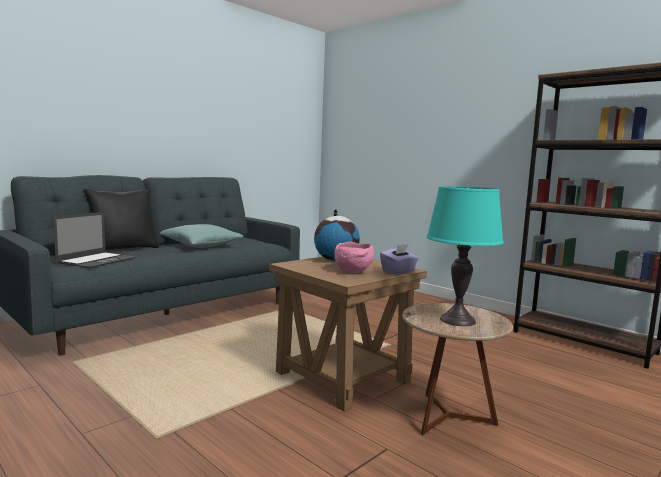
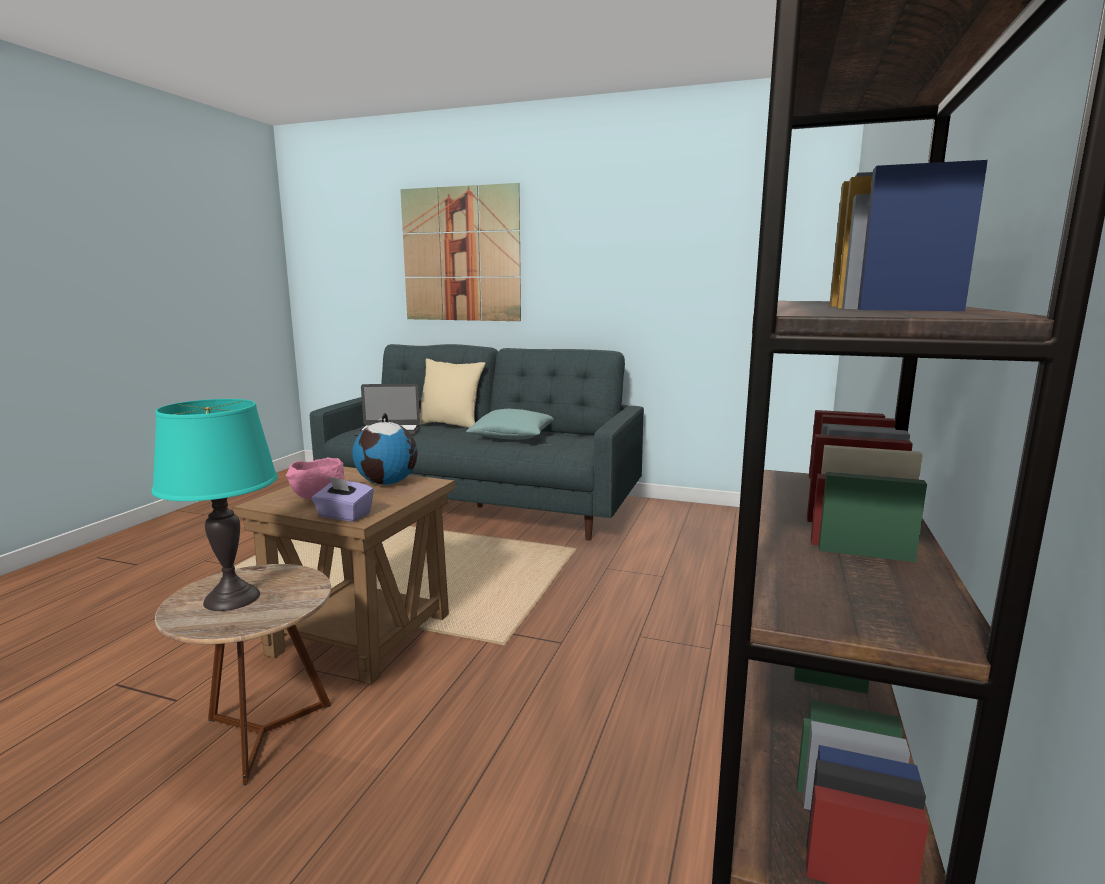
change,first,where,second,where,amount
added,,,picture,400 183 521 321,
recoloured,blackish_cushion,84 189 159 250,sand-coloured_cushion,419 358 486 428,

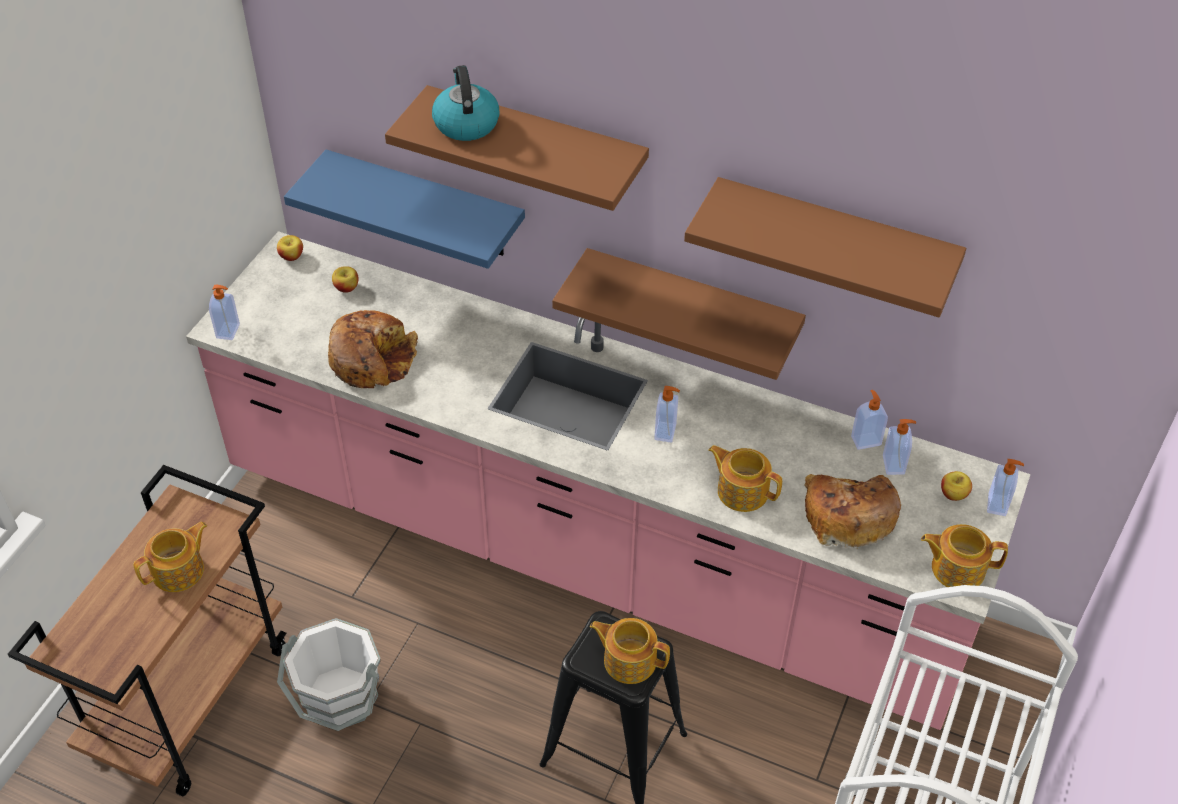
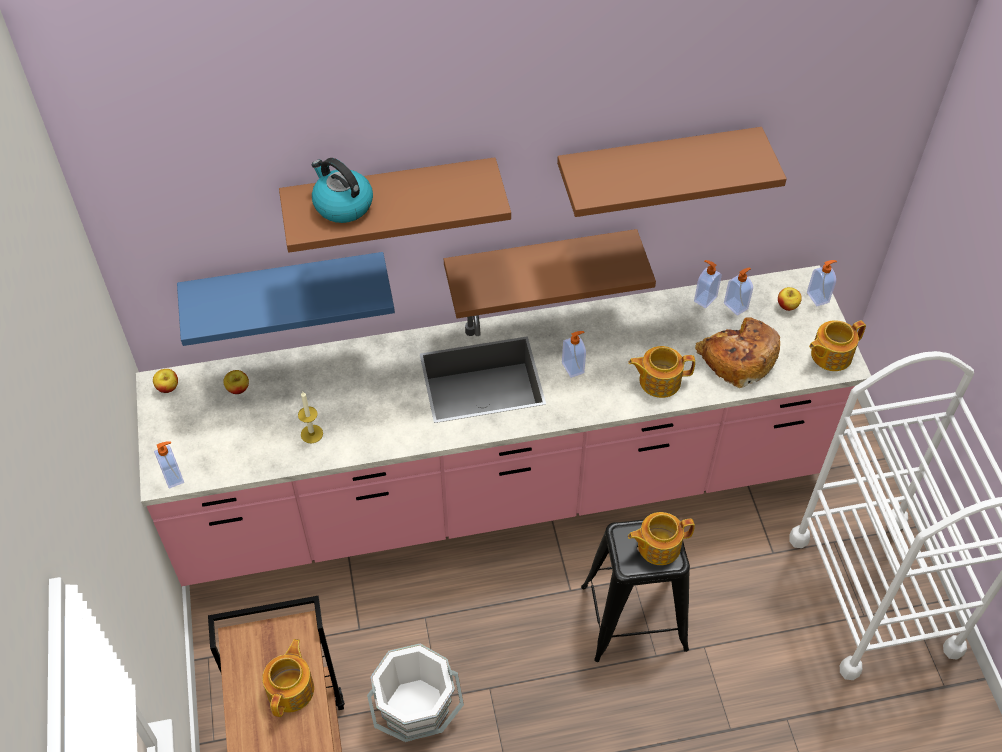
change,first,where,second,where,amount
replaced,baked_bread,328 310 418 388,wax_light,298 392 323 443,

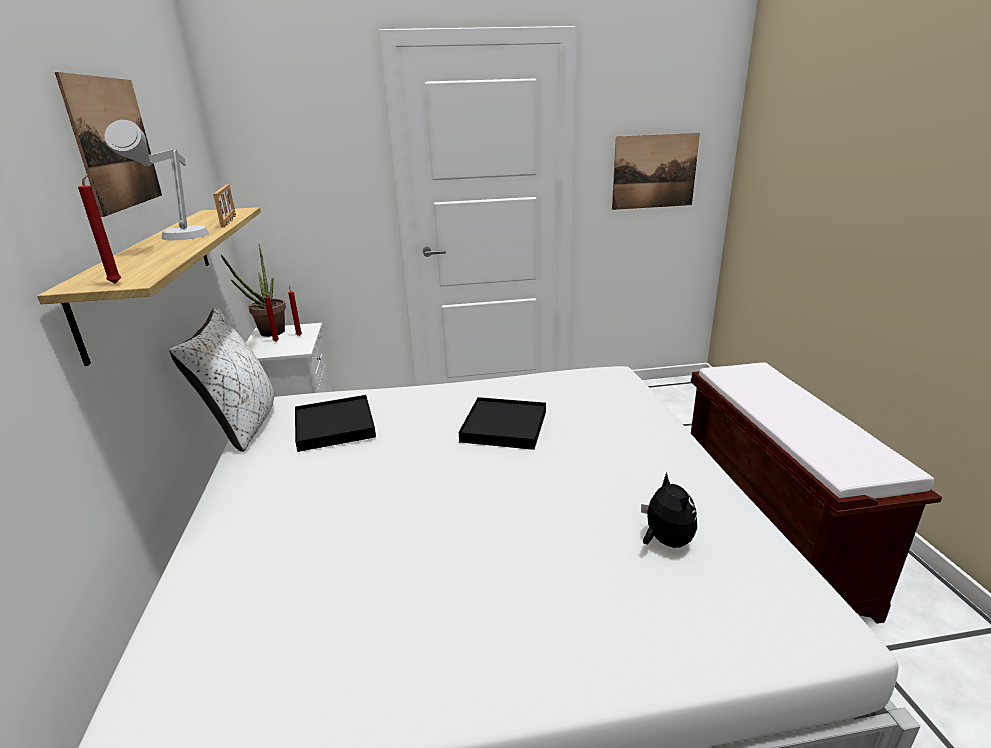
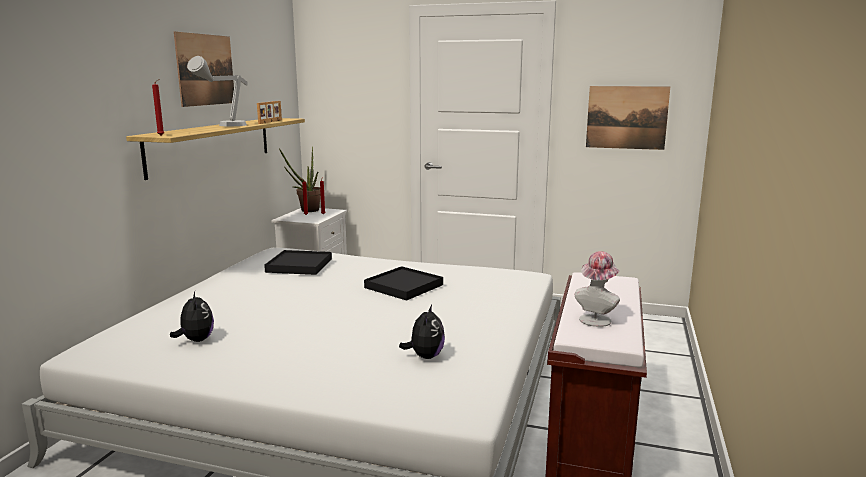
change,first,where,second,where,amount
removed,white-coloured_cushion,170 308 275 452,,,
added,,,plush_toy,170 291 214 342,
added,,,wearable_hat,575 251 620 327,

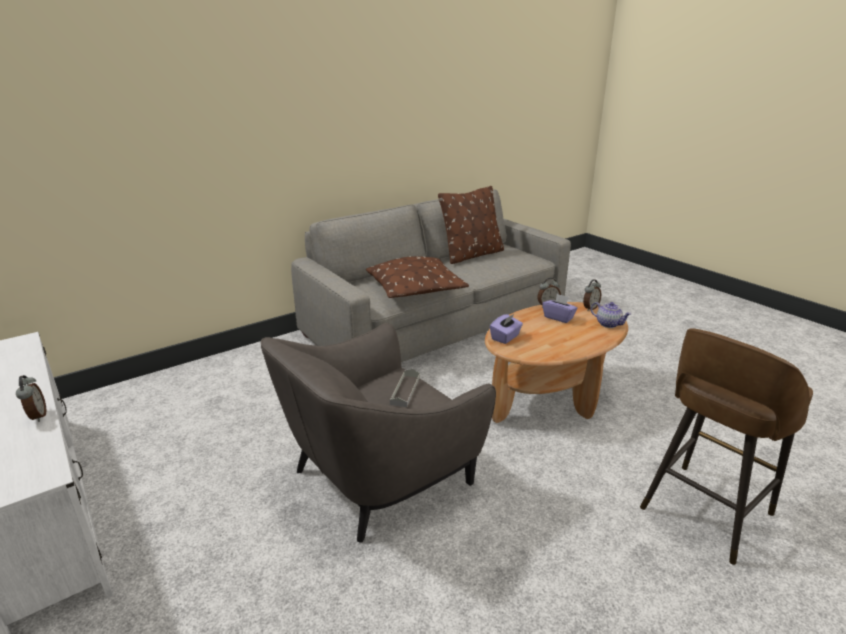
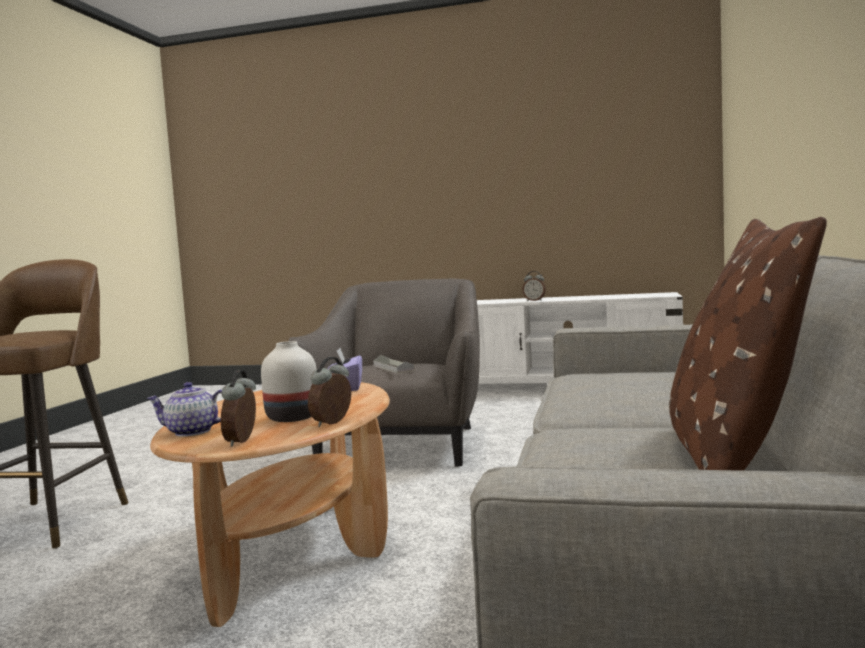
change,first,where,second,where,amount
removed,brown_cushion,366 256 469 298,,,
replaced,purplish_box_of_tissues,543 294 578 323,white-coloured_decorative_vase,261 341 317 422,

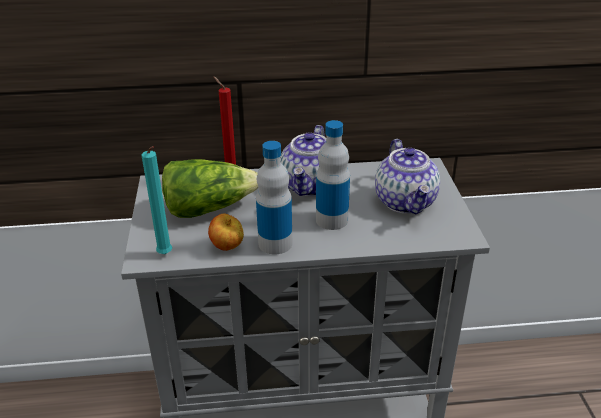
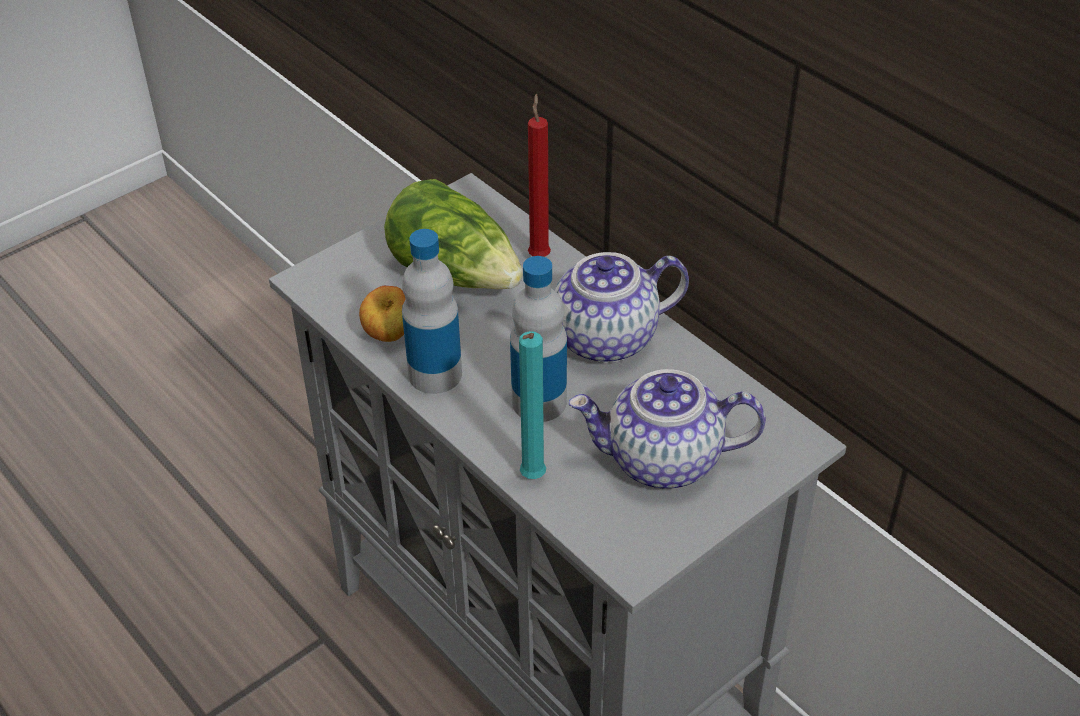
change,first,where,second,where,amount
moved,turquoise_wax_light,141 146 172 254,,519 331 546 479,
turned,teapot,375 139 440 215,,569 369 766 489,45 degrees clockwise

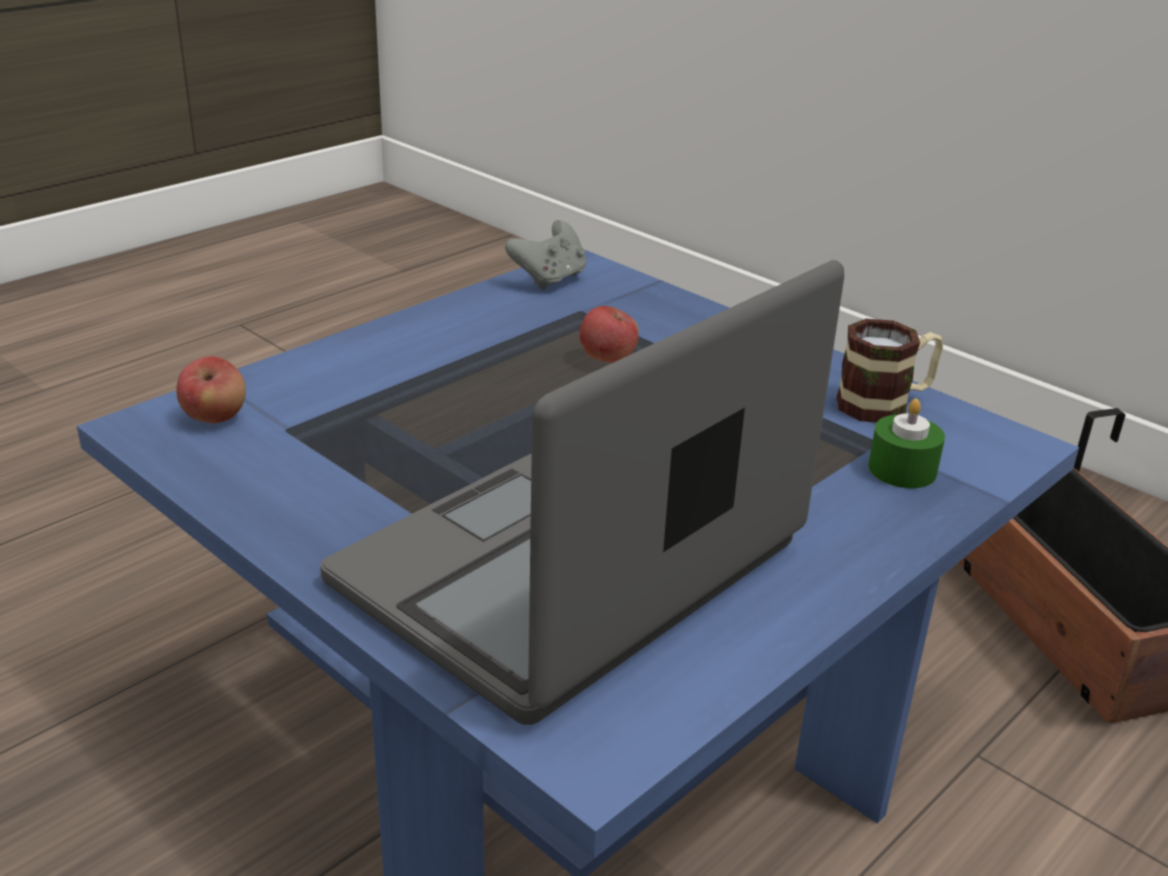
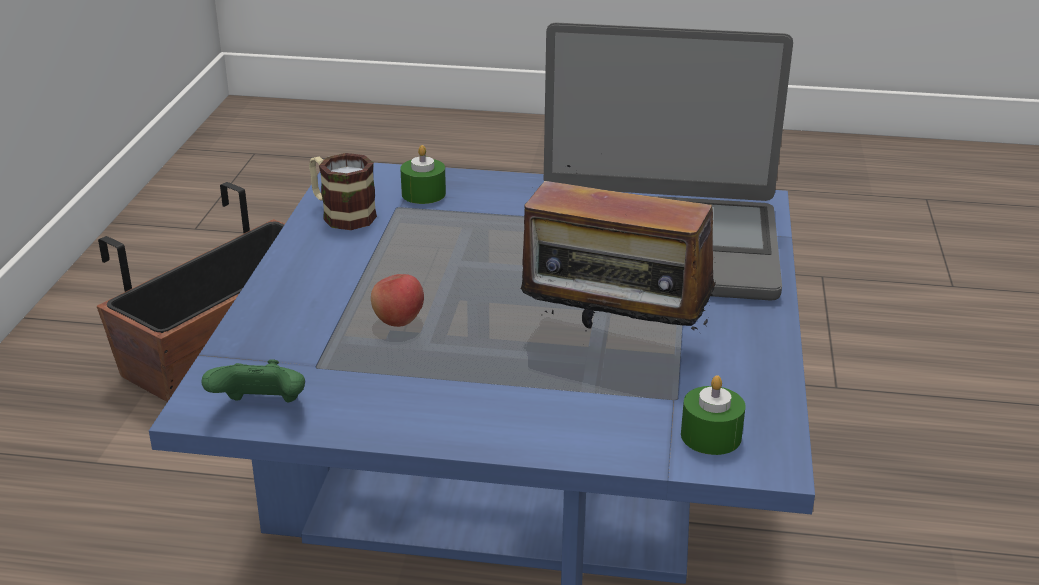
change,first,where,second,where,amount
added,,,radio,521 153 716 333,
replaced,apple_fruit,176 357 246 423,greenish_wax_light,681 375 746 455,
recoloured,grey_gamepad,505 220 586 290,greenish_gamepad,201 359 305 403,

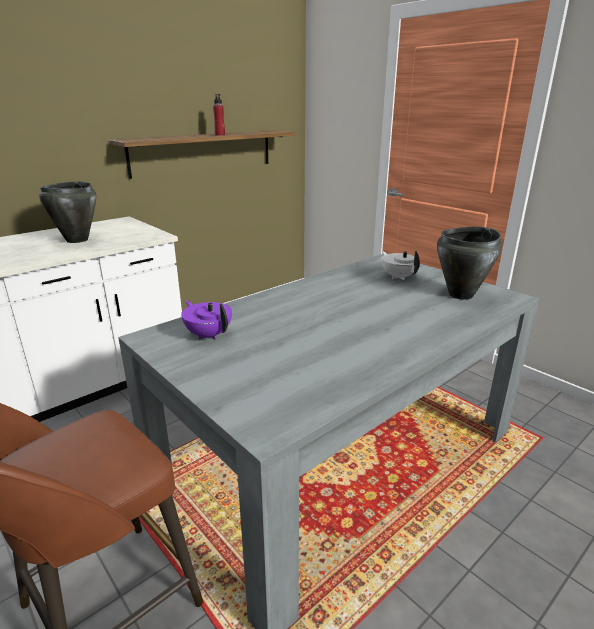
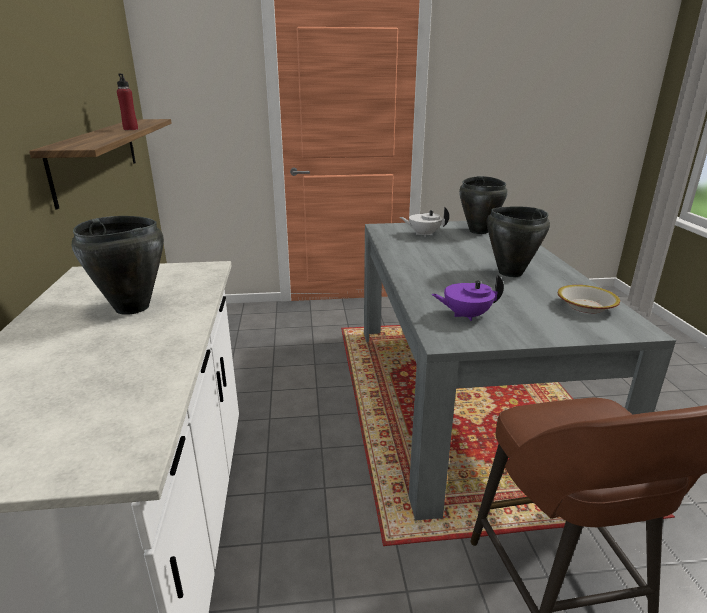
change,first,where,second,where,amount
added,,,blackish_cooking_pot,487 207 550 277,
added,,,deep_dish,558 285 620 313,

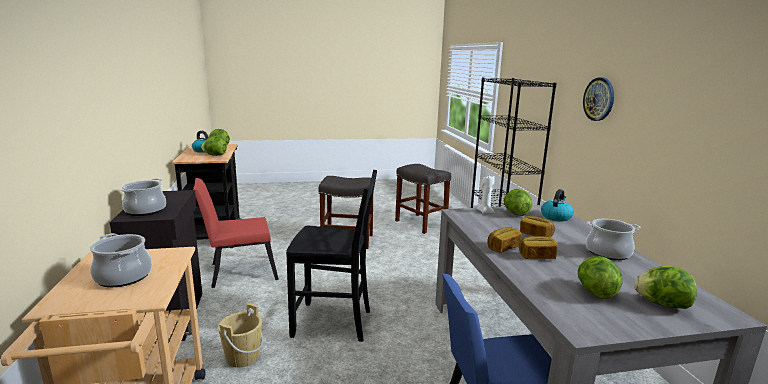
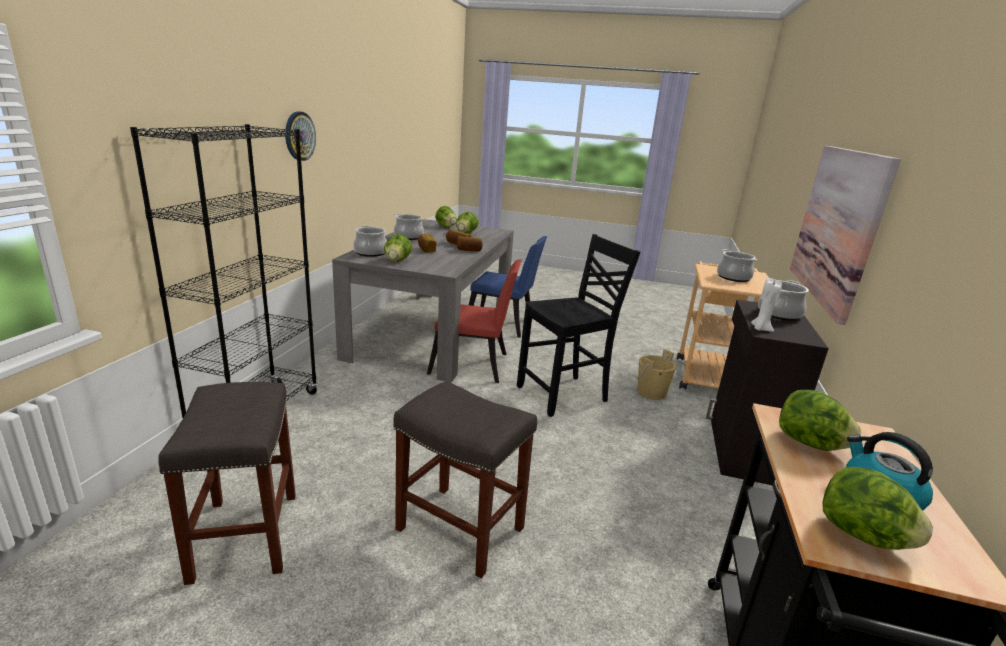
change,first,where,second,where,amount
added,,,picture,790 146 901 325,
moved,red-coloured_chair,193 178 279 288,,427 259 522 383,
moved,white-coloured_wax_light,476 175 495 214,,751 278 782 332,
replaced,water_kettle,541 189 574 221,cooking_pot,353 225 387 257,
turned,blackish_chair,286 170 377 342,,517 234 640 417,120 degrees clockwise

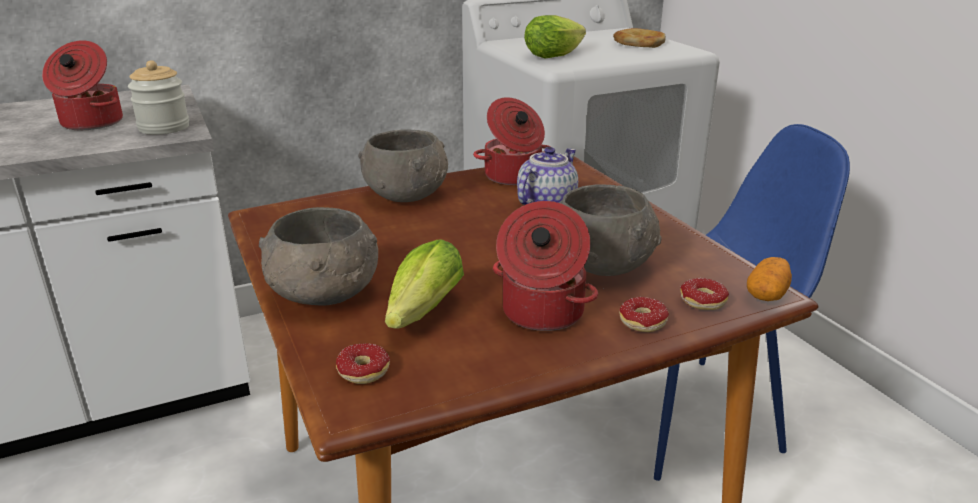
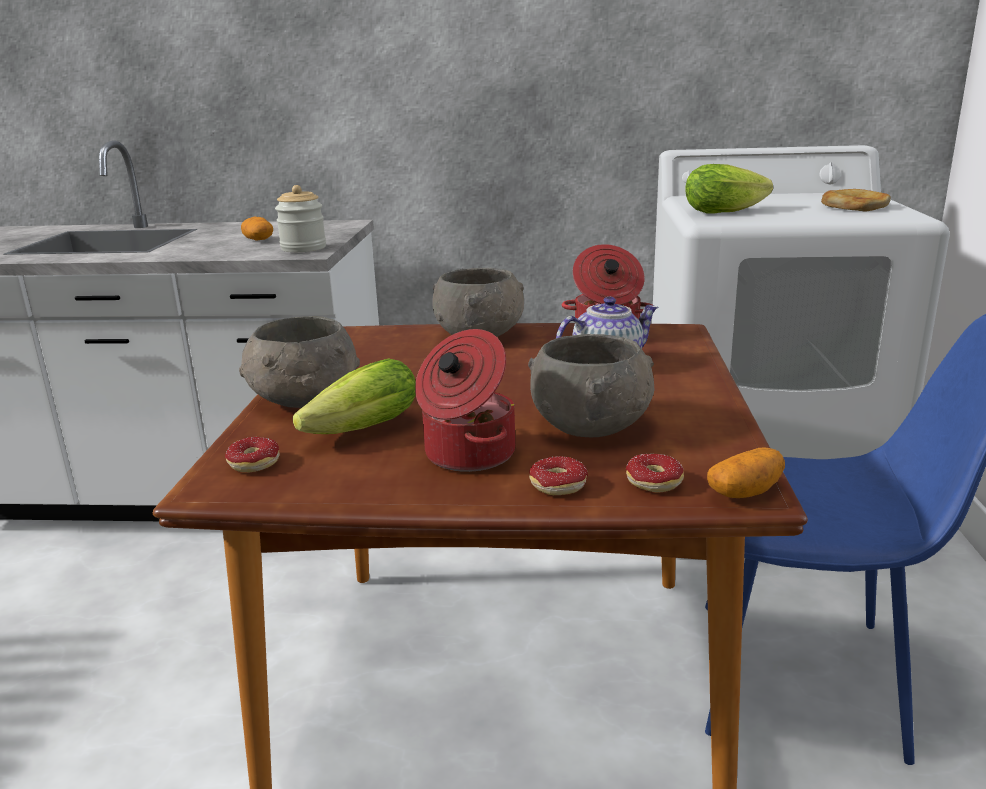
change,first,where,second,where,amount
replaced,cooking_pot,42 40 123 130,spud,241 217 273 241,

